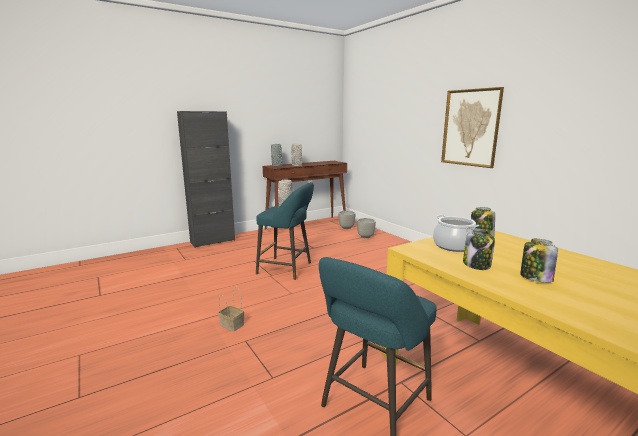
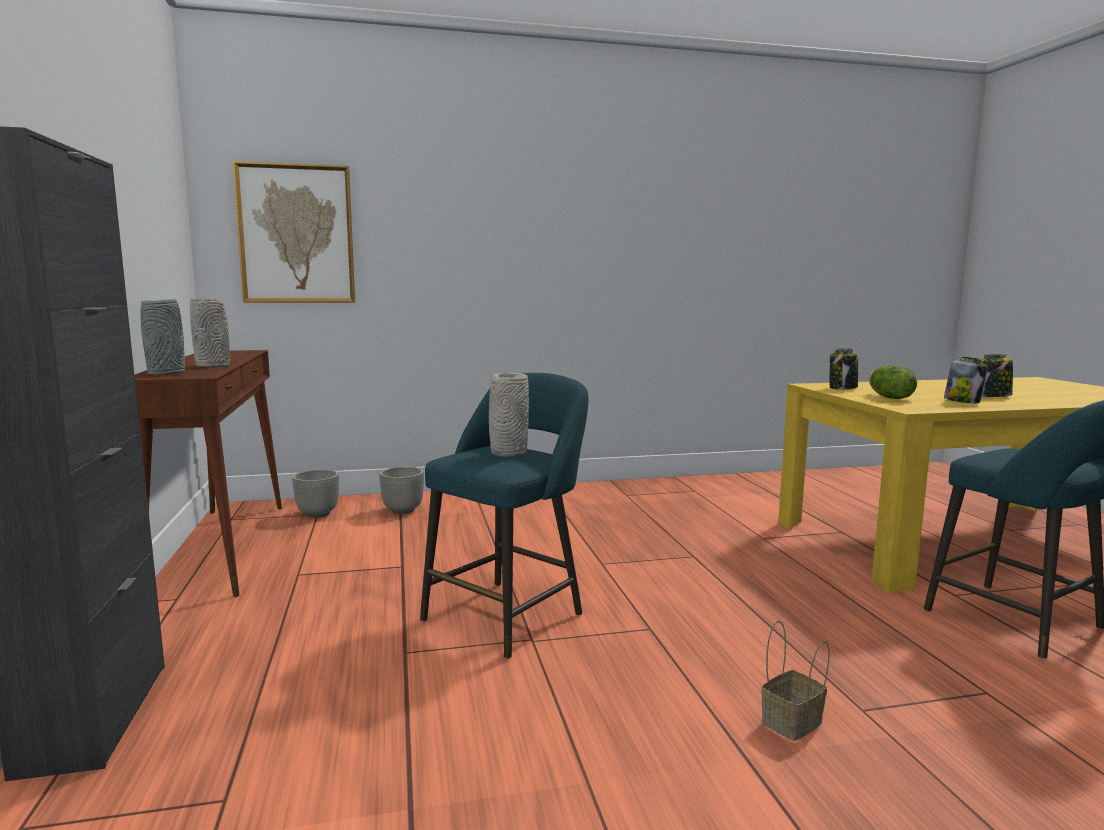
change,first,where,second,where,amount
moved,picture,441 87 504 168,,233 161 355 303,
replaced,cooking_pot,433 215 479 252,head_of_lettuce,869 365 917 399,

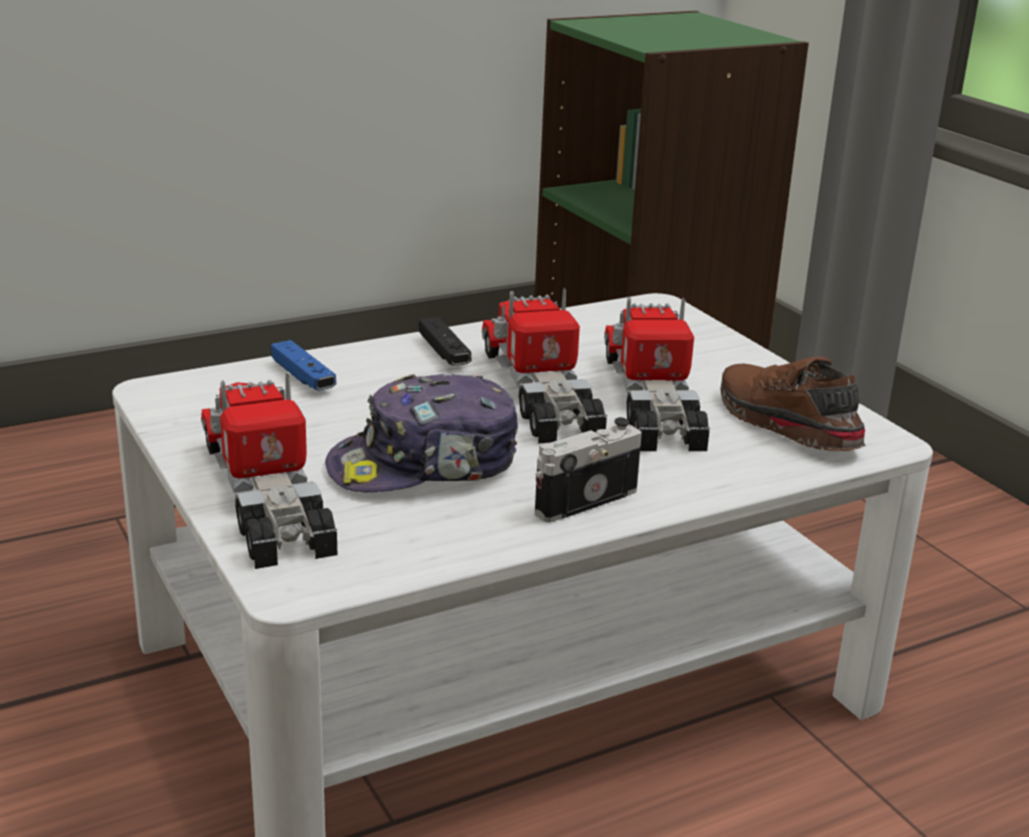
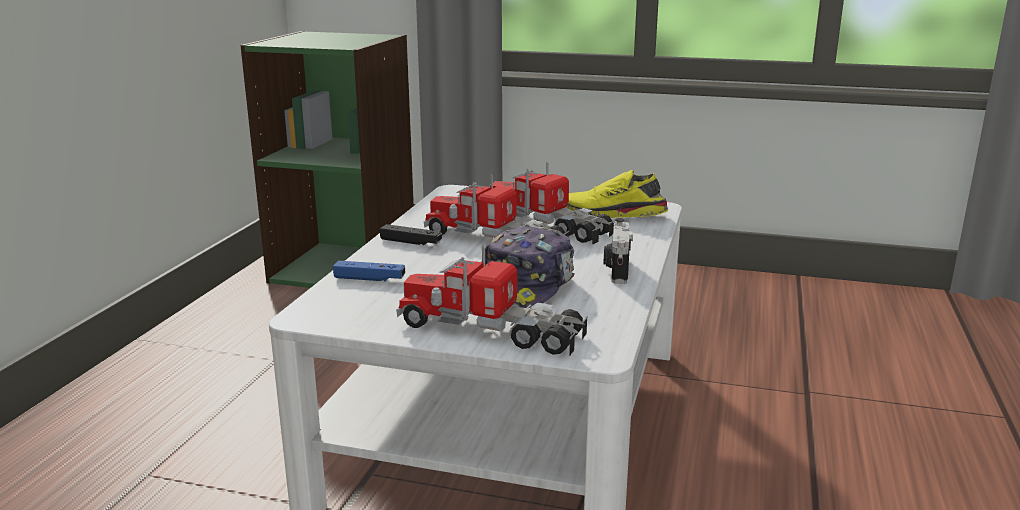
change,first,where,second,where,amount
recoloured,brown_low_shoe,720 356 866 451,yellow-coloured_low_shoe,567 170 668 218,

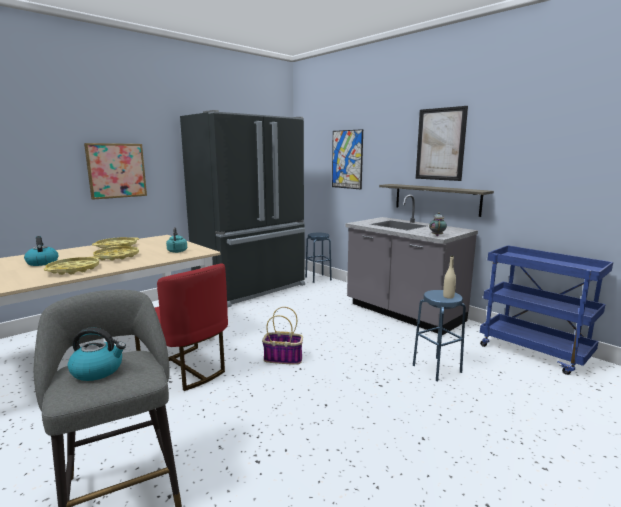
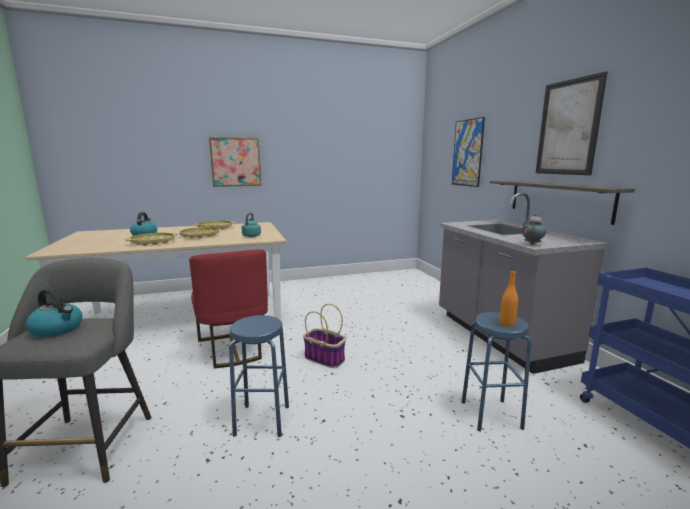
change,first,where,second,where,amount
removed,blackish_kitchen_fridge,180 110 305 308,,,
moved,blue_stool_seat,305 233 332 283,,229 315 289 437,
recoloured,sand-coloured_bottle,443 256 456 299,orangey_bottle,500 269 518 327,

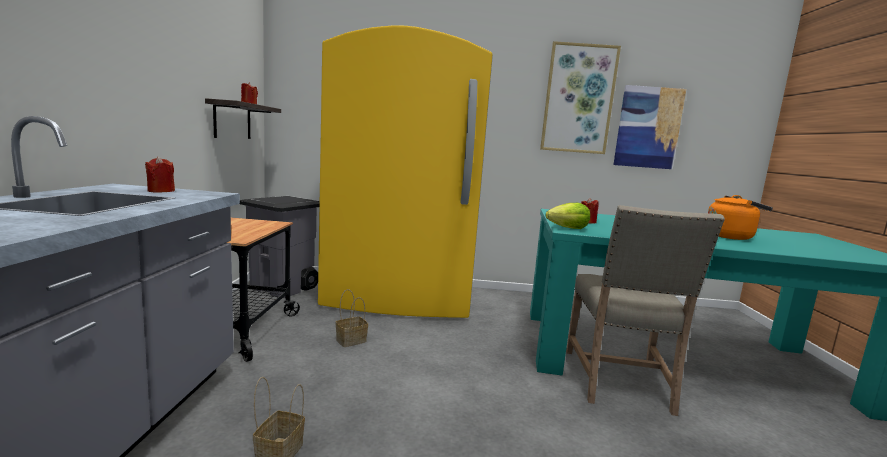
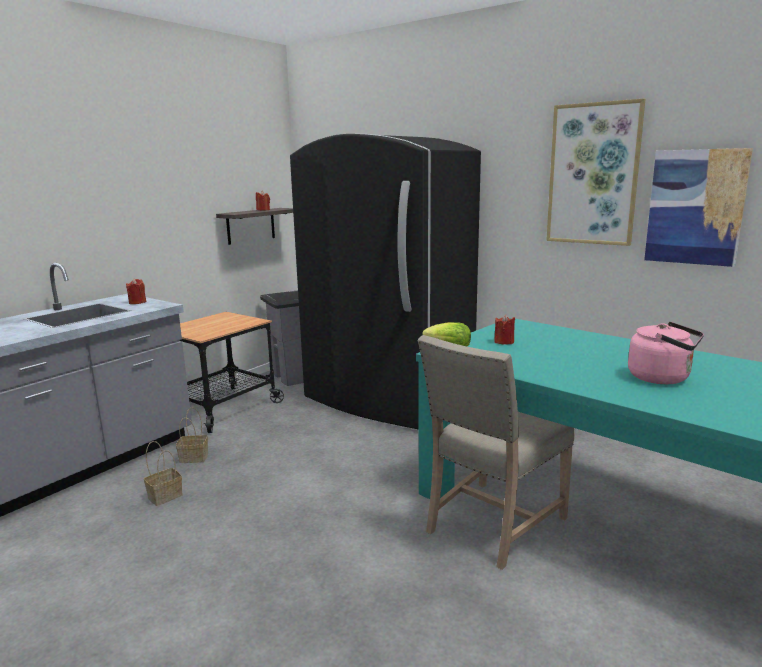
change,first,where,second,where,amount
moved,storage_basket,335 289 368 347,,176 407 208 463,
recoloured,yellow-coloured_kitchen_fridge,318 25 493 318,blackish_kitchen_fridge,290 134 481 430,
recoloured,orangey_water_kettle,708 195 773 240,pink_water_kettle,628 322 704 384,

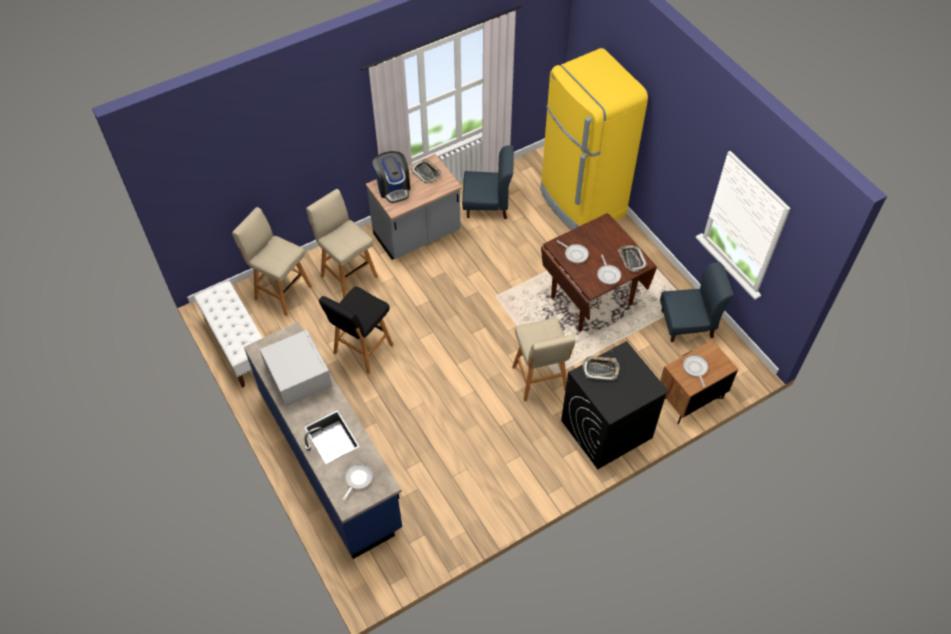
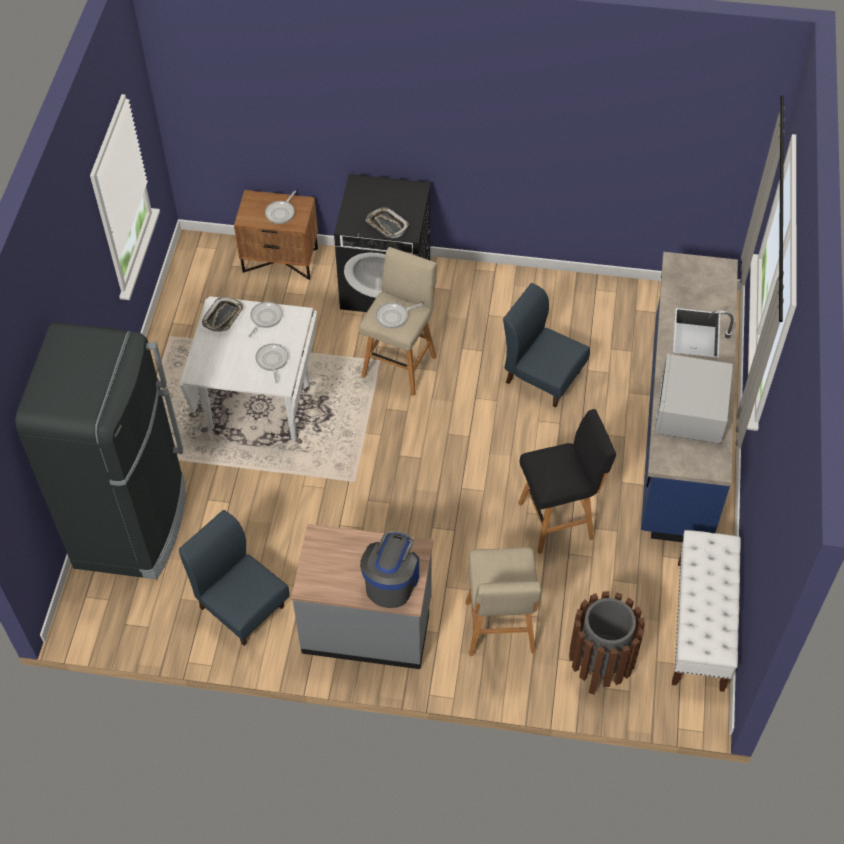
change,first,where,second,where,amount
removed,carrying_tray,411 159 442 184,,,
moved,frying_pan,343 463 373 500,,376 302 423 329,
moved,blue_chair,660 262 734 342,,503 283 590 408,
replaced,sand-coloured_stool_seat,232 207 312 316,brown_rubbish_bin,569 591 645 695,
recoloured,yellow-coloured_kitchen_fridge,540 48 648 230,blackish_kitchen_fridge,15 322 185 579,
recoloured,brown_kitchen_table,541 213 657 332,white-coloured_kitchen_table,180 296 317 440,

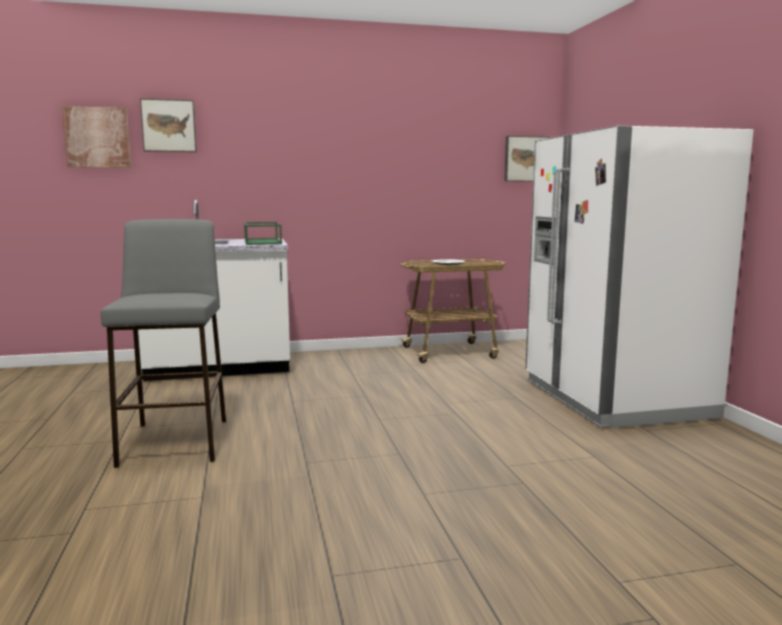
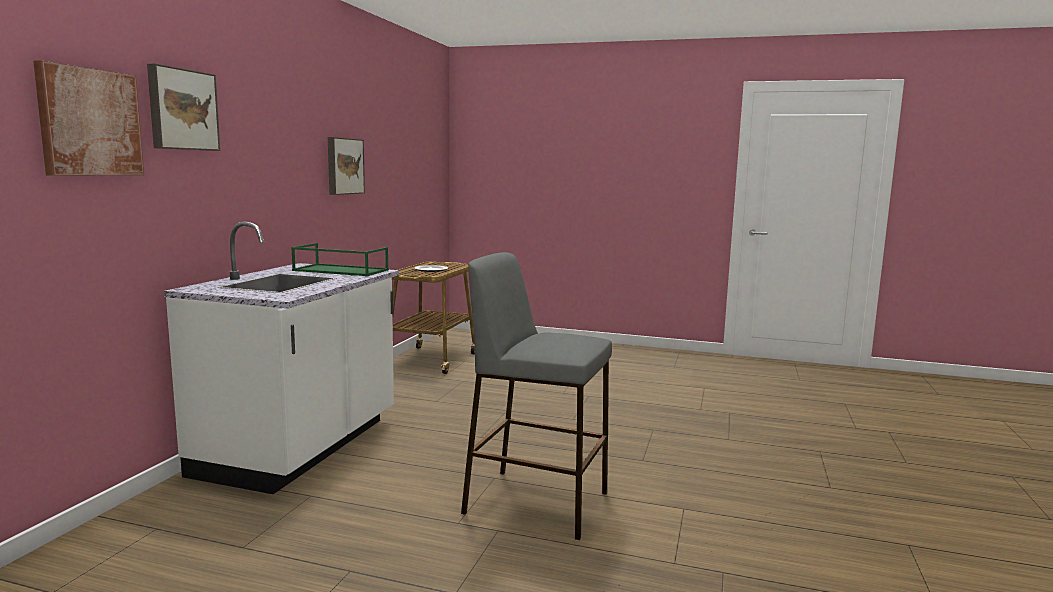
change,first,where,second,where,amount
removed,white-coloured_kitchen_fridge,526 126 754 428,,,
moved,picture,504 136 549 181,,328 137 365 195,

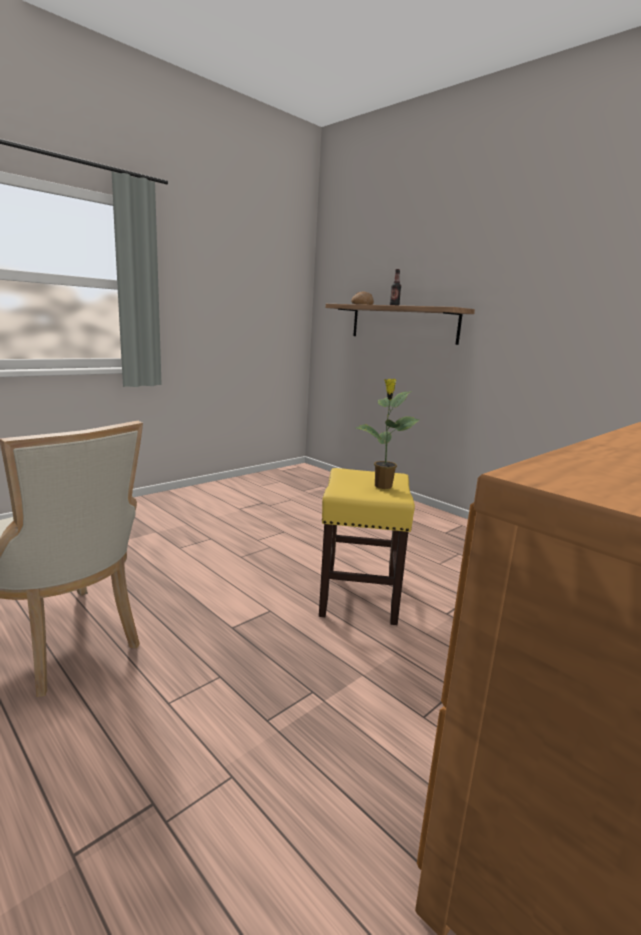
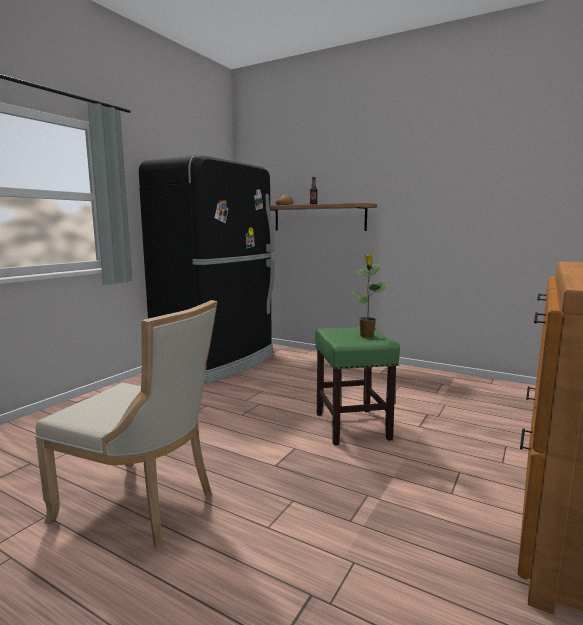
change,first,where,second,where,amount
added,,,blackish_kitchen_fridge,139 155 275 384,
recoloured,yellow-coloured_stool_seat,319 468 415 625,greenish_stool_seat,315 327 400 445,

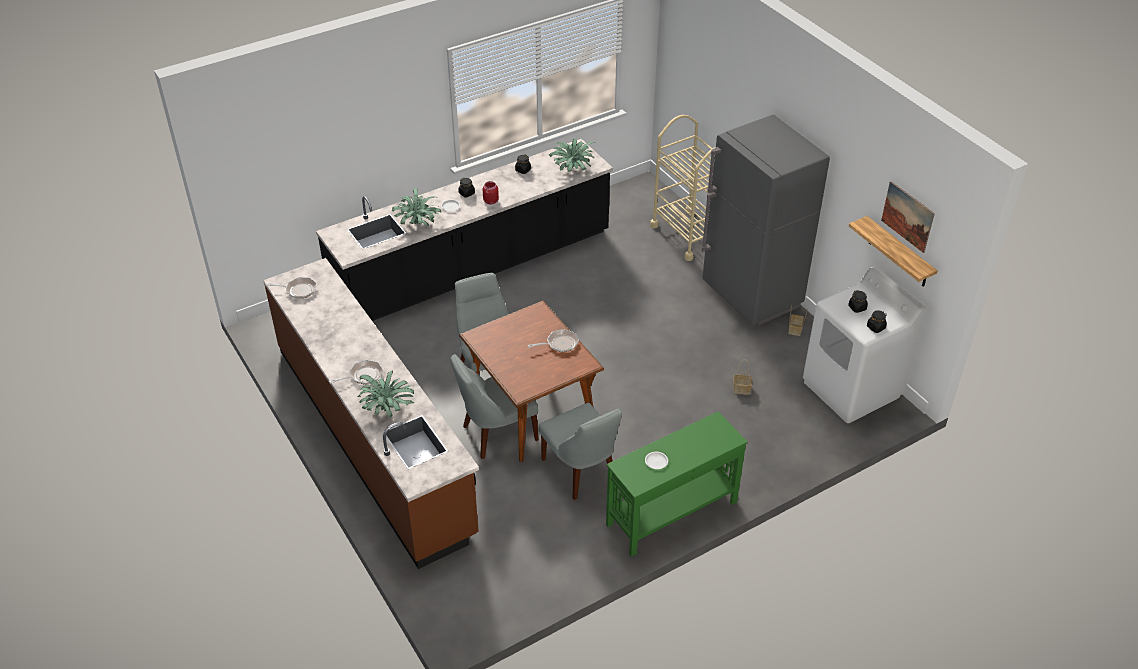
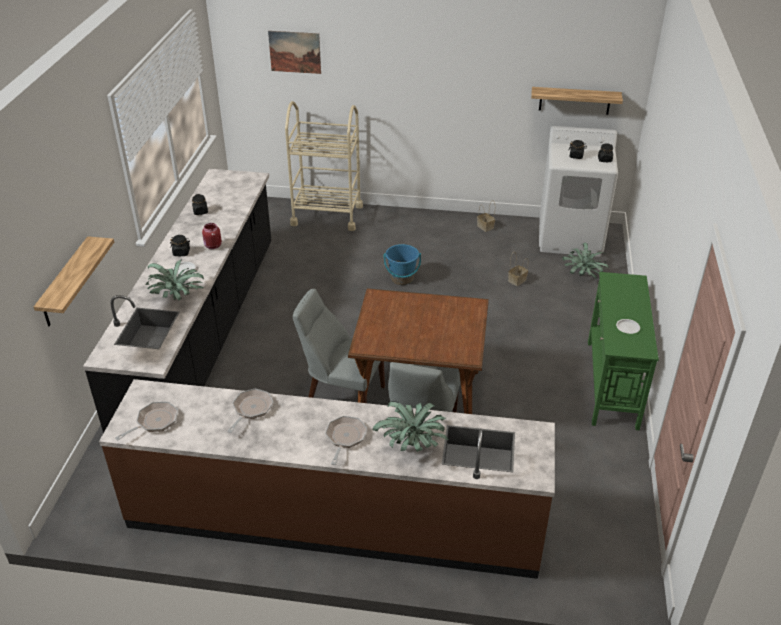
change,first,where,second,where,amount
removed,grey_chair,539 403 622 500,,,
removed,grey_kitchen_fridge,702 115 830 326,,,
added,,,wall_shelf,34 236 114 326,
added,,,blue_bucket,384 244 421 285,
moved,frying_pan,527 329 579 352,,227 389 273 433,
moved,houseplant,549 139 595 172,,562 243 609 279,
moved,picture,881 181 935 253,,268 31 321 74,

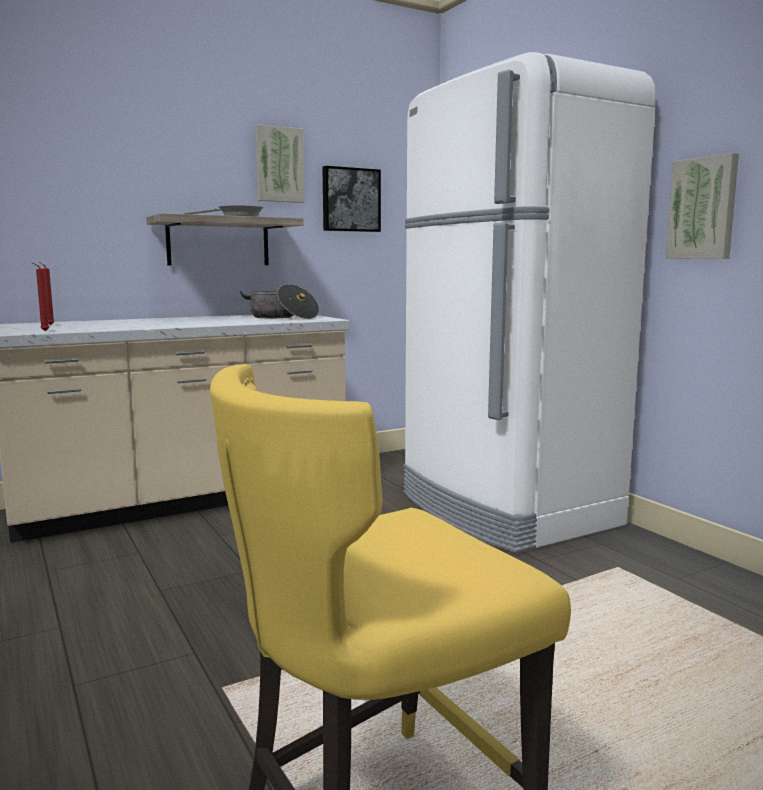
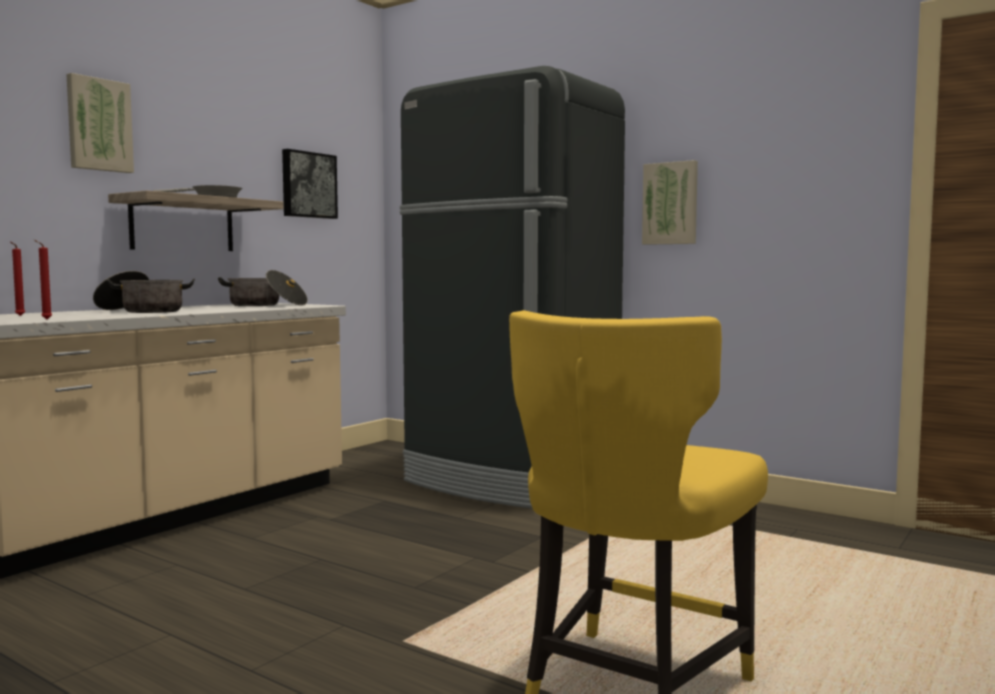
change,first,where,second,where,amount
added,,,cooking_pot,93 271 195 313,
moved,picture,255 124 305 203,,66 73 134 173,
recoloured,white-coloured_kitchen_fridge,403 52 656 553,blackish_kitchen_fridge,400 66 625 509,

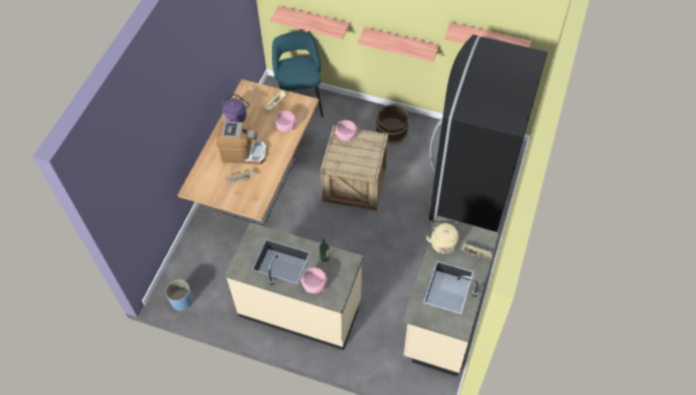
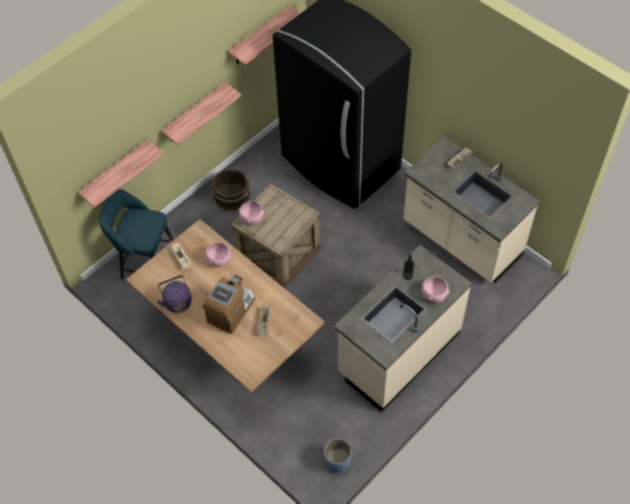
change,first,where,second,where,amount
removed,sand-coloured_water_kettle,426 220 459 254,,,

